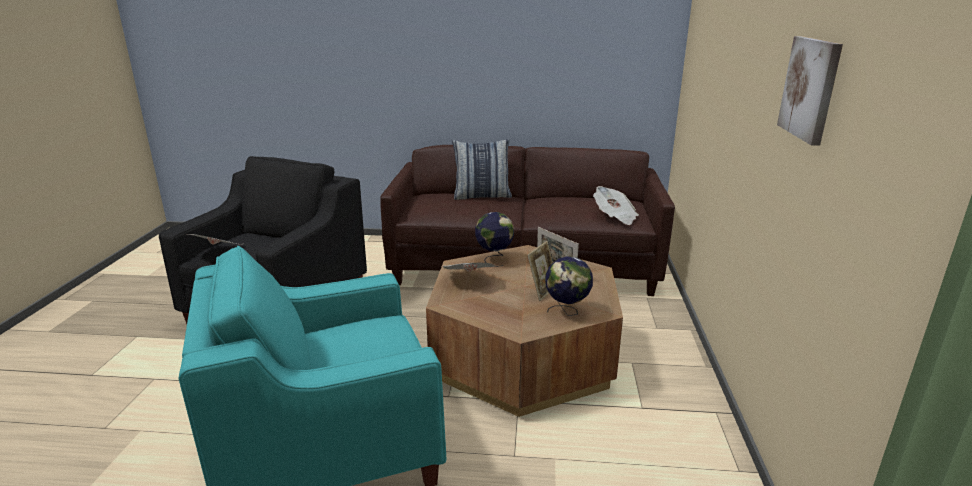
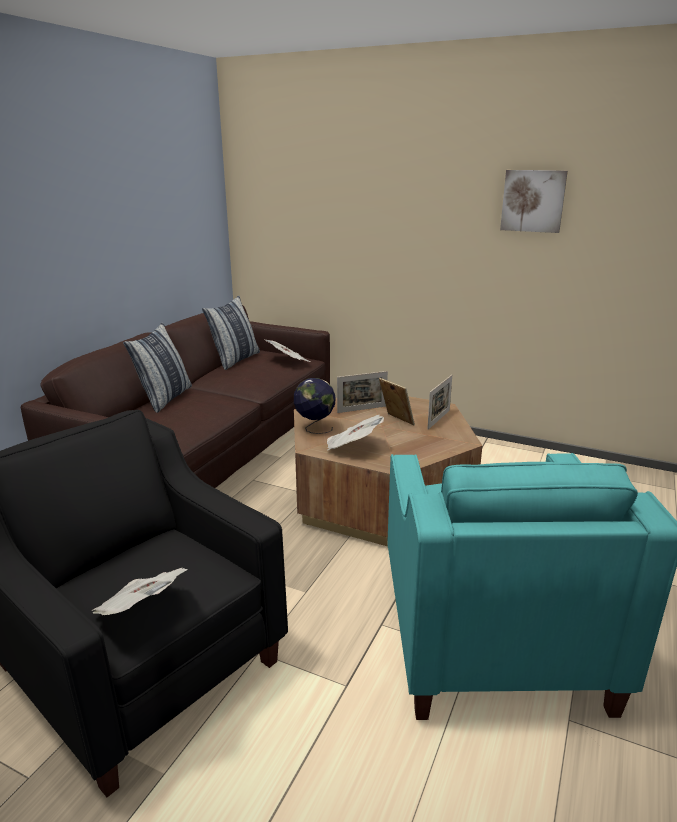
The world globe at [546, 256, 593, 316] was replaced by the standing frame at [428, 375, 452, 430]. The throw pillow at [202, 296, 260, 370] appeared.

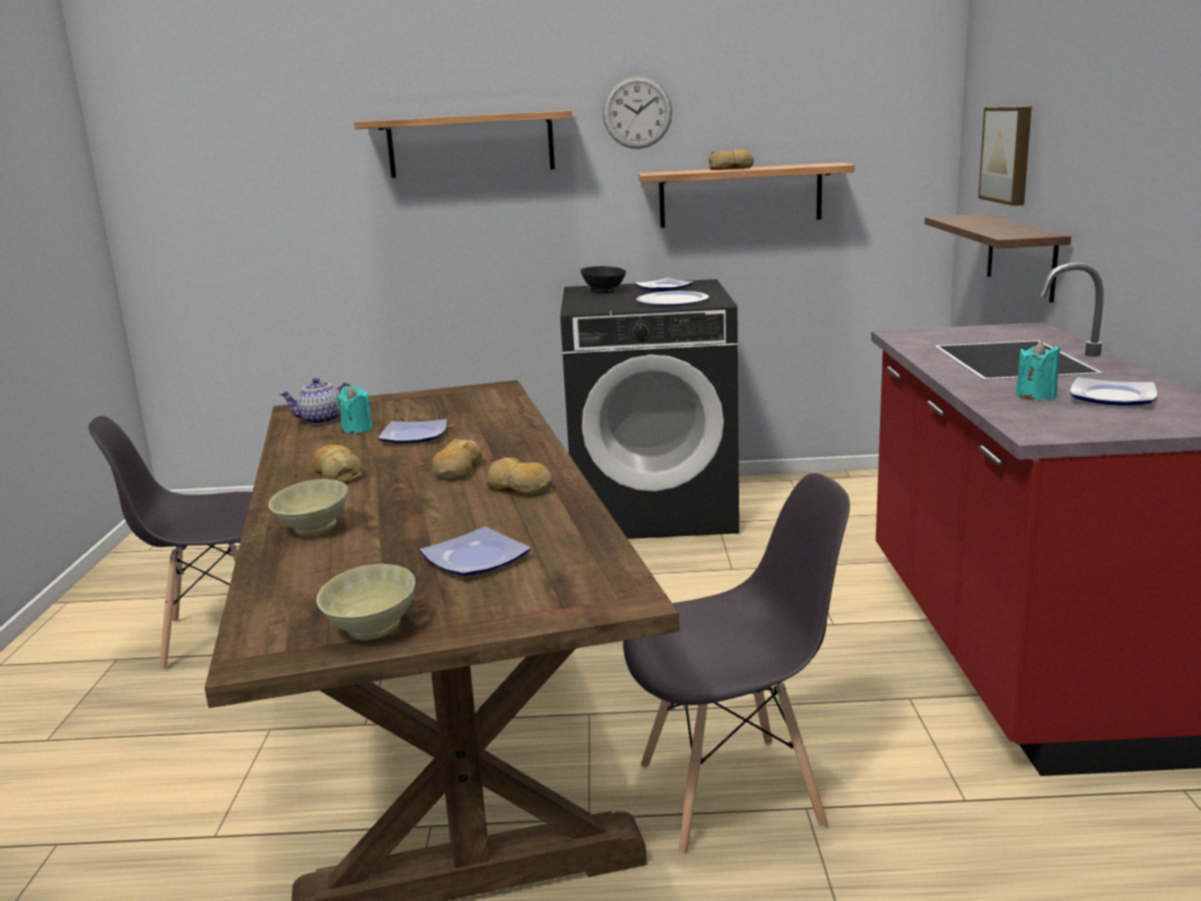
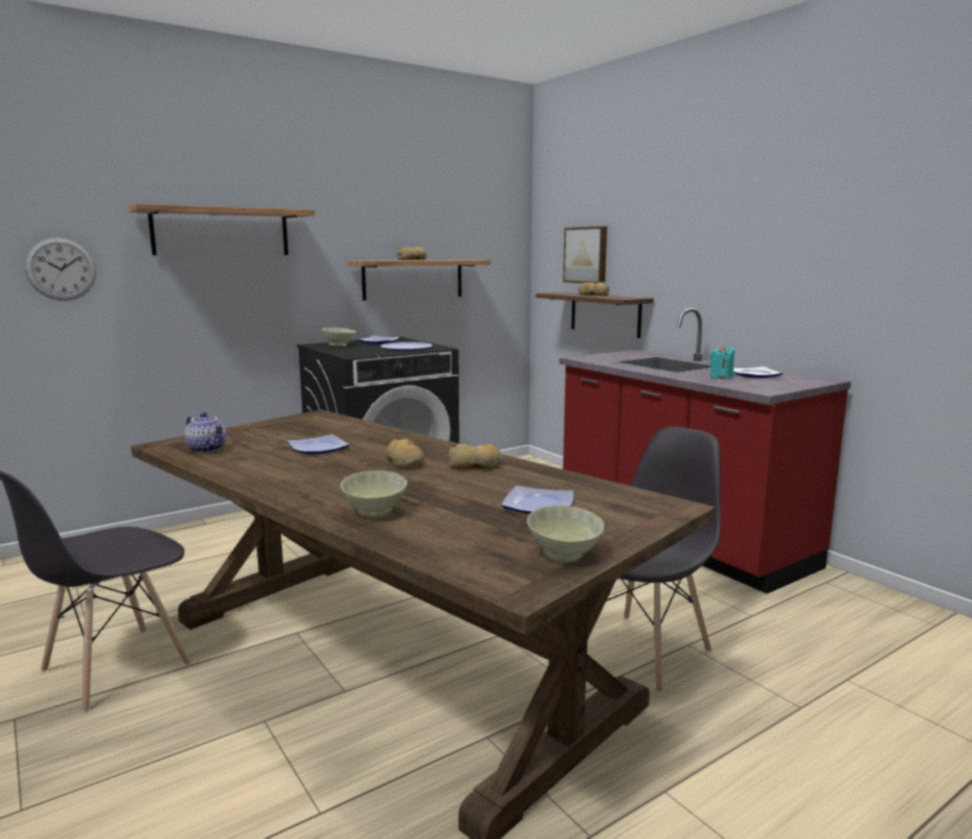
The wall clock moved from [603, 76, 672, 149] to [25, 237, 96, 301]. The blackish serving bowl at [580, 266, 626, 293] became the sand-coloured serving bowl at [321, 327, 356, 346]. The teapot at [279, 378, 352, 425] turned 90 degrees counterclockwise. The turquoise candle at [336, 386, 373, 434] disappeared. The bakery bread moved from [312, 445, 362, 484] to [578, 282, 610, 296].

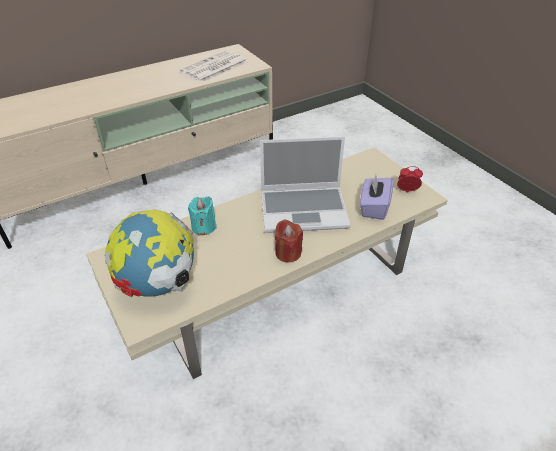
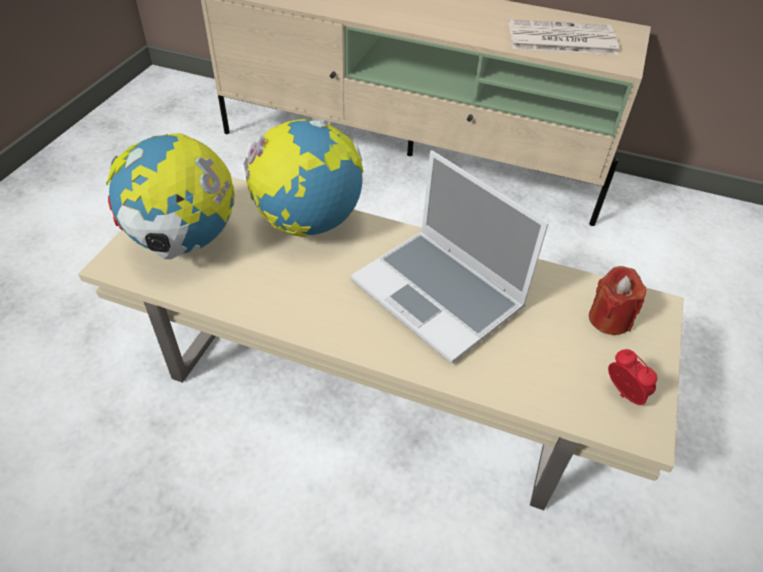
The purple-coloured tissue box at [360, 174, 393, 220] disappeared. The turquoise candle at [188, 196, 217, 236] was replaced by the world globe at [244, 119, 363, 237]. The reddish candle moved from [275, 220, 303, 262] to [589, 266, 647, 335].

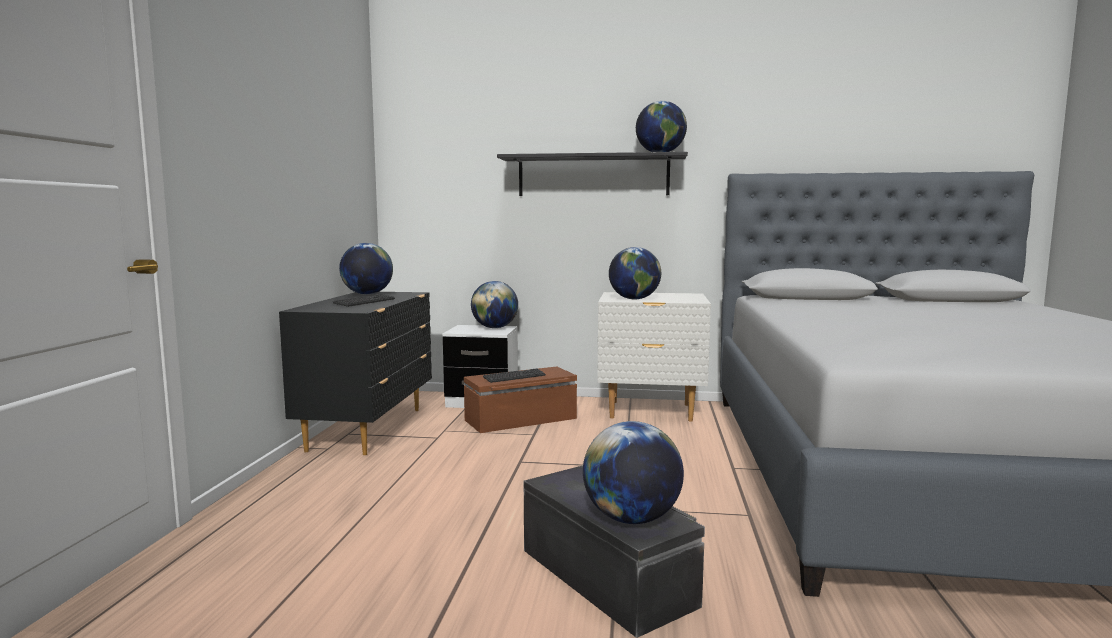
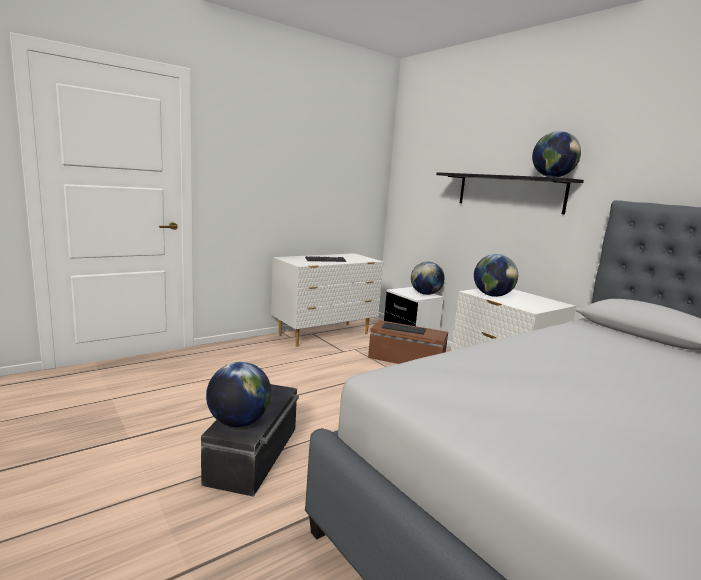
The world globe at [339, 243, 393, 295] disappeared. The blackish dresser at [279, 292, 432, 455] became the whitish dresser at [271, 253, 383, 347].

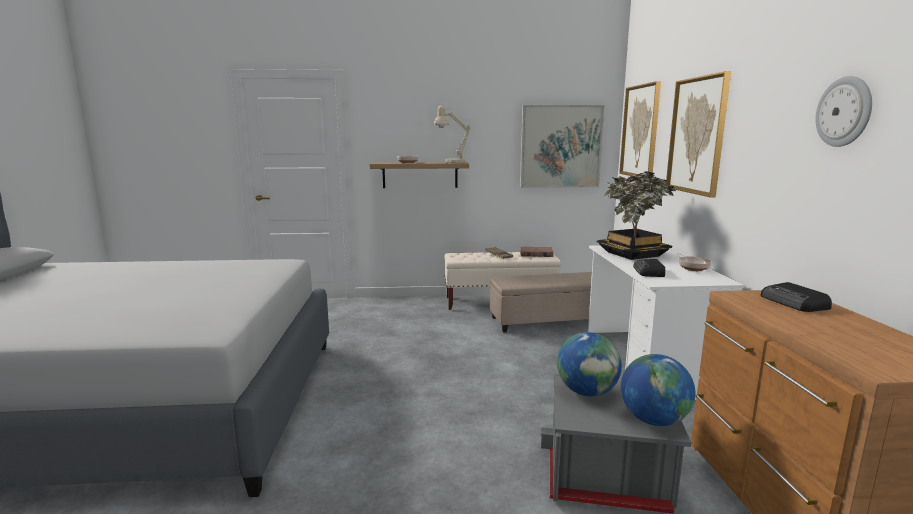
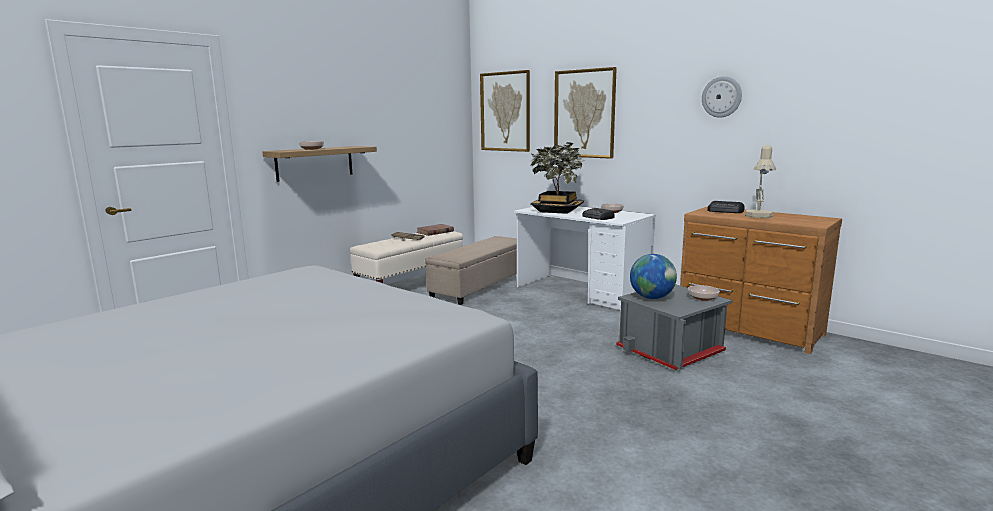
The sand-coloured table lamp moved from [433, 105, 471, 163] to [745, 145, 776, 218]. The wall picture at [520, 105, 604, 188] disappeared. The world globe at [621, 354, 695, 426] was replaced by the serving bowl at [688, 285, 720, 301].

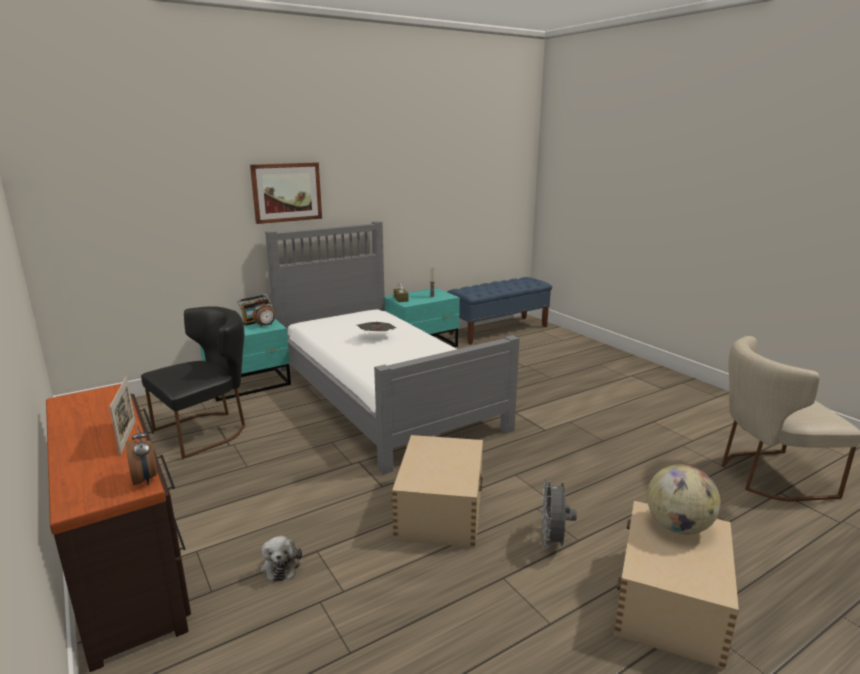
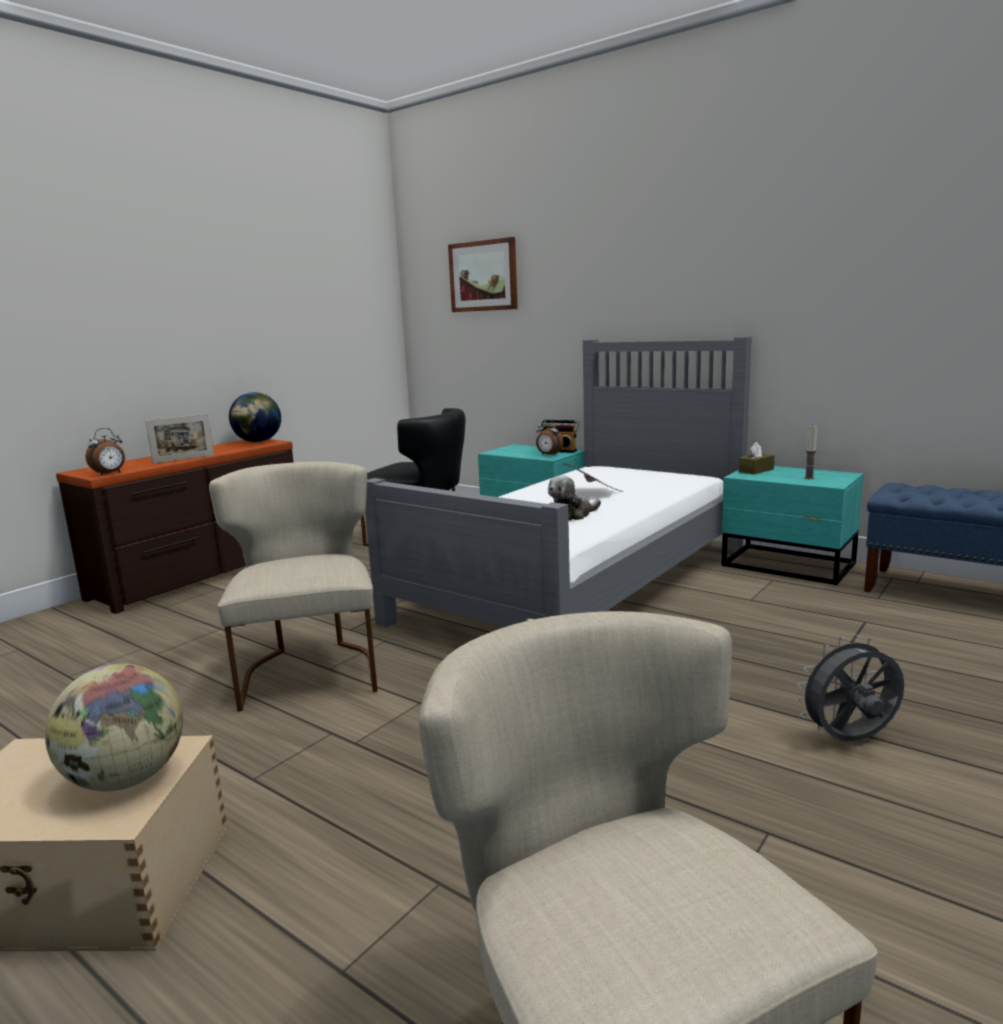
The wall picture moved from [250, 162, 322, 224] to [448, 237, 518, 312]. The sand-coloured storage box at [391, 435, 483, 548] was replaced by the sand-coloured plain chair at [209, 462, 378, 712]. The greyish fan moved from [541, 477, 577, 549] to [796, 635, 904, 741]. The soft toy moved from [261, 535, 302, 582] to [548, 475, 601, 521]. The world globe at [229, 392, 281, 442] appeared.

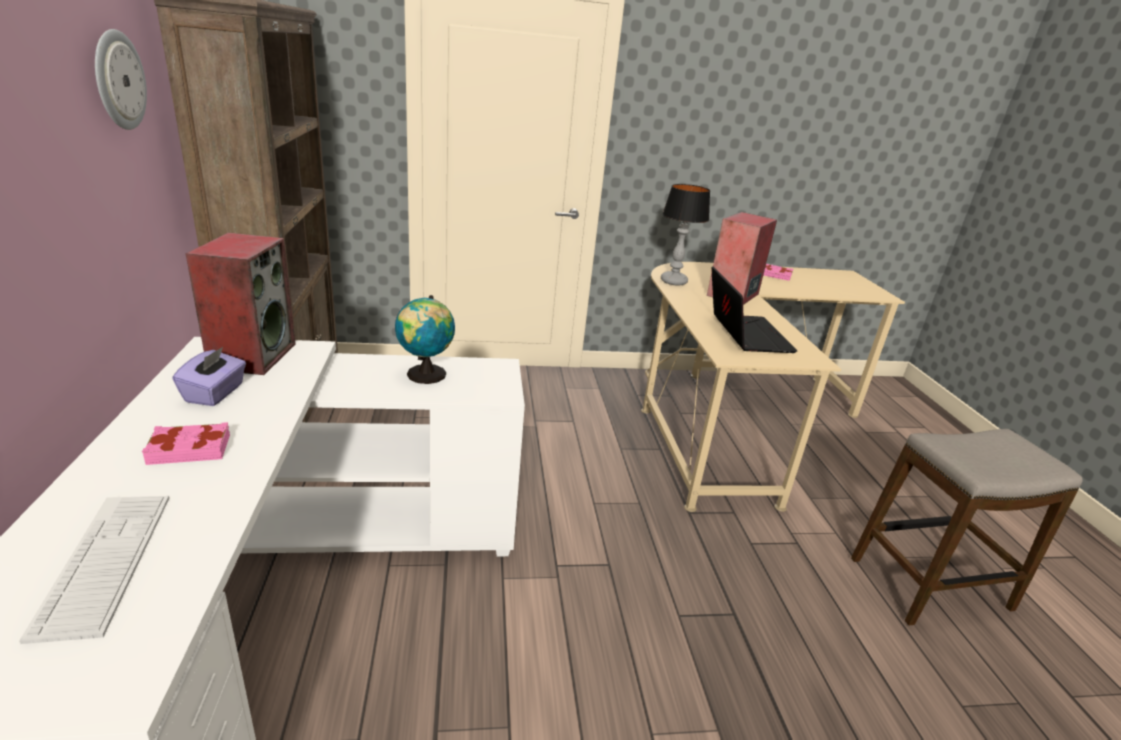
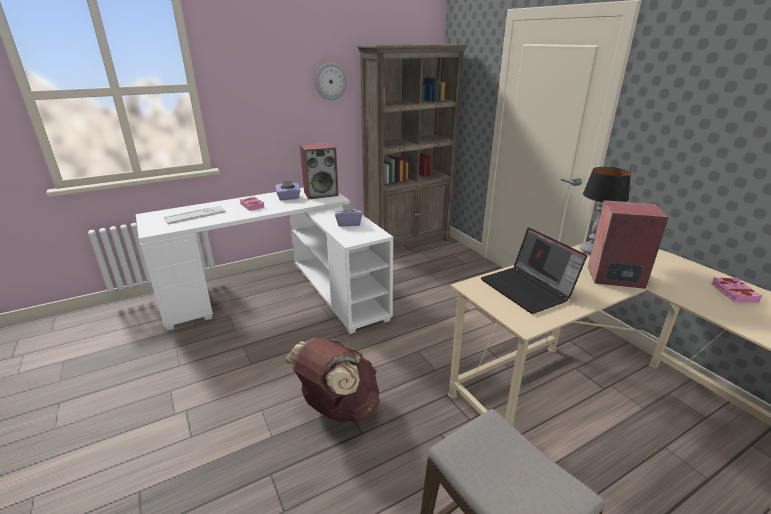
The laptop at [711, 267, 797, 353] turned 90 degrees clockwise. The world globe at [395, 295, 455, 384] was replaced by the purple-coloured tissue box at [335, 204, 362, 226]. The brown knapsack at [283, 338, 380, 422] appeared.

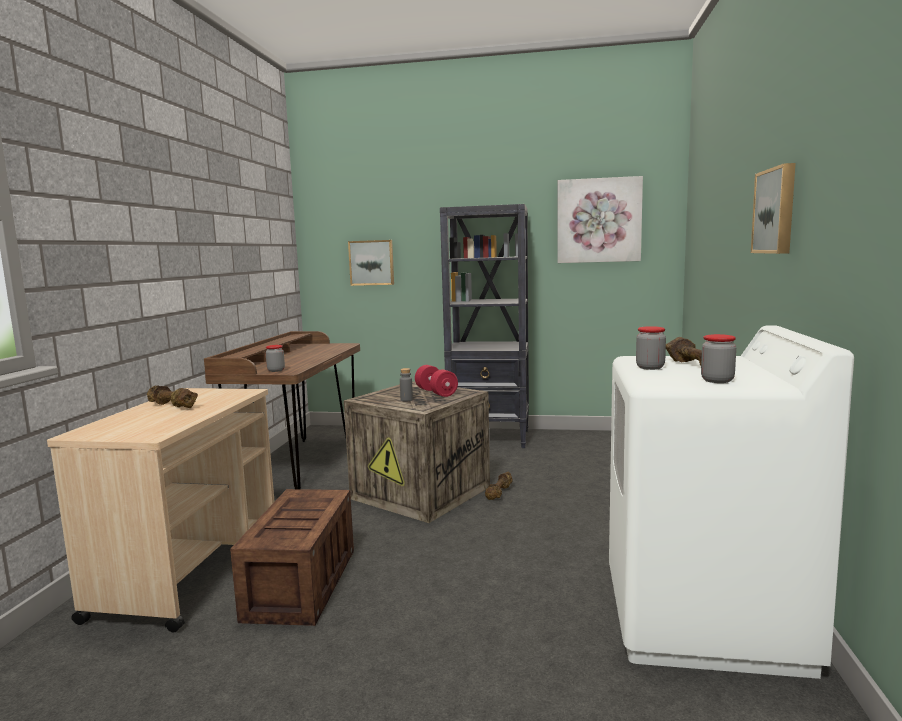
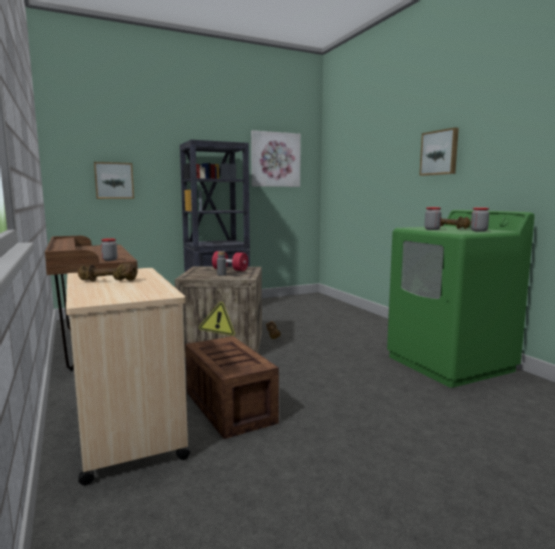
The whitish laundry appliance at [609, 325, 854, 679] became the green-coloured laundry appliance at [387, 210, 535, 388].

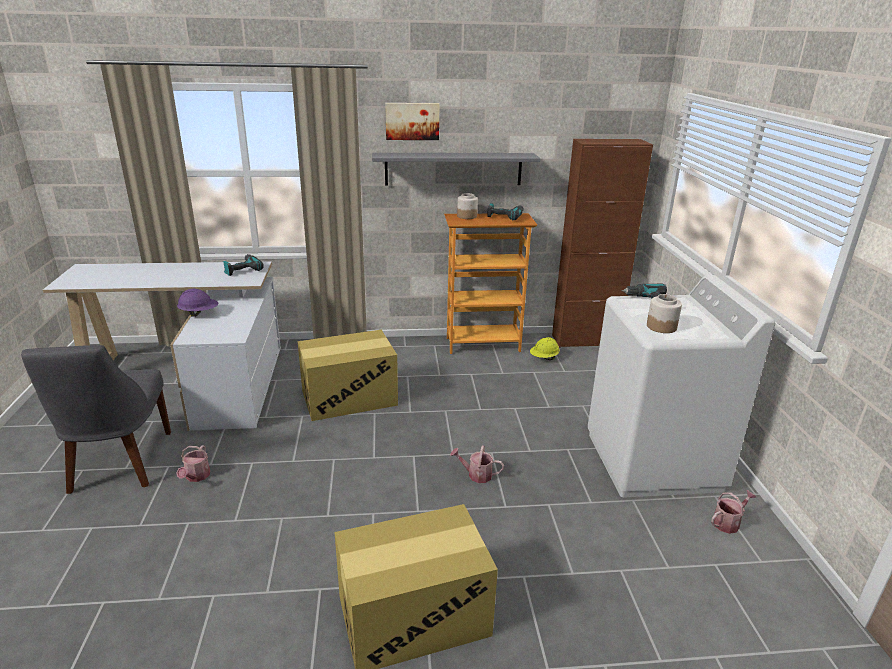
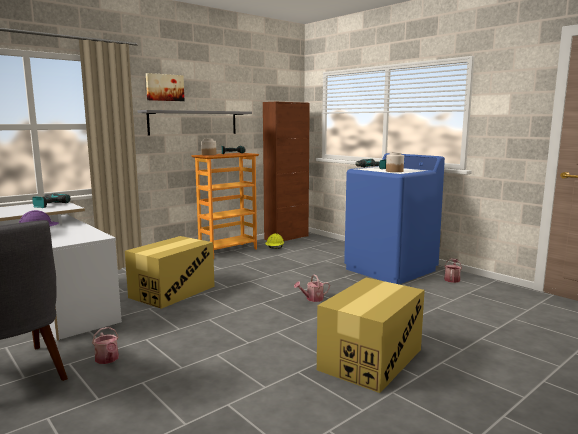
The whitish laundry appliance at [588, 275, 775, 498] became the bluish laundry appliance at [344, 153, 445, 284].

